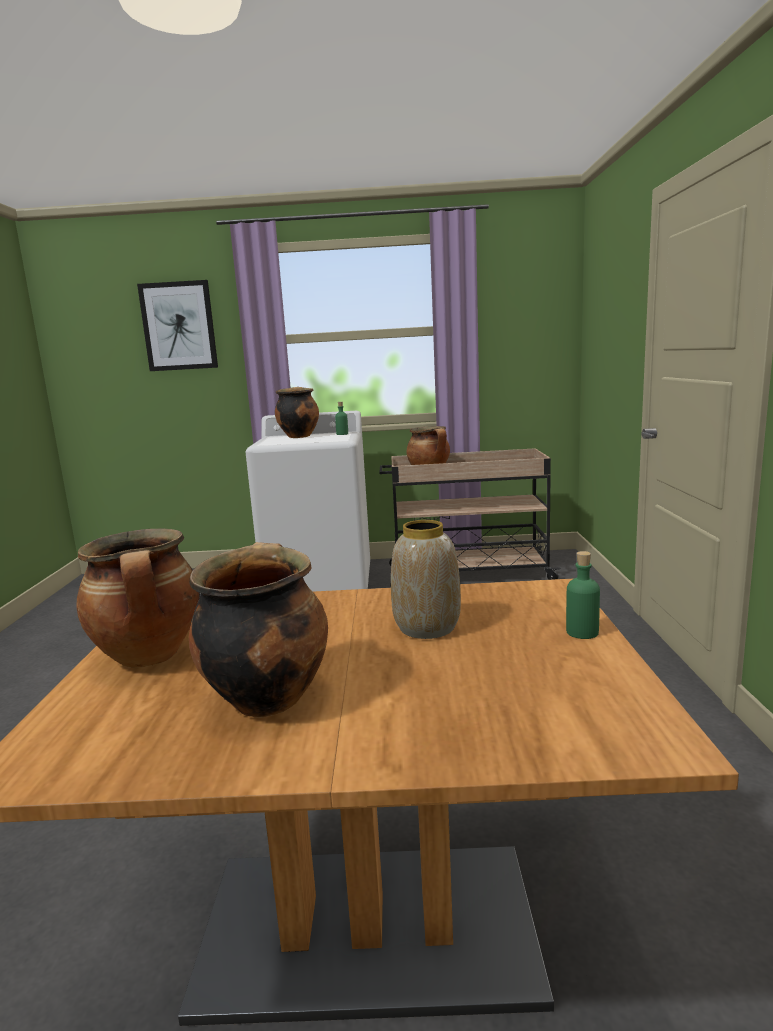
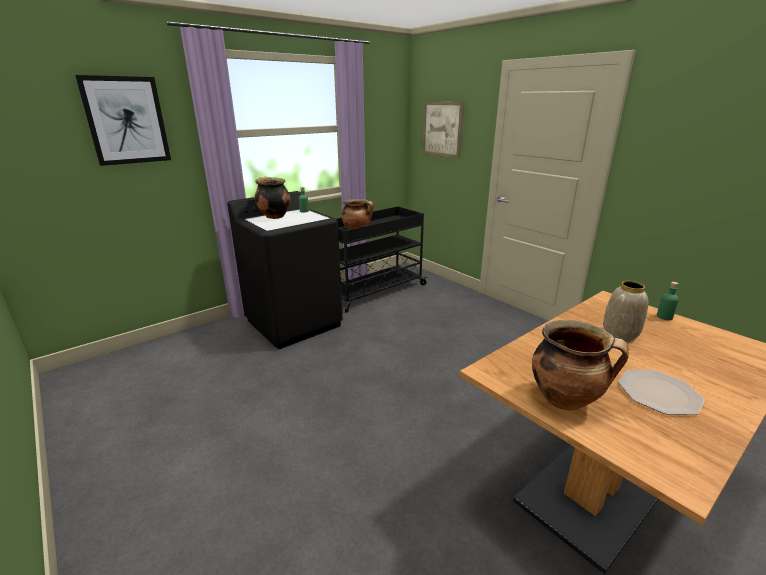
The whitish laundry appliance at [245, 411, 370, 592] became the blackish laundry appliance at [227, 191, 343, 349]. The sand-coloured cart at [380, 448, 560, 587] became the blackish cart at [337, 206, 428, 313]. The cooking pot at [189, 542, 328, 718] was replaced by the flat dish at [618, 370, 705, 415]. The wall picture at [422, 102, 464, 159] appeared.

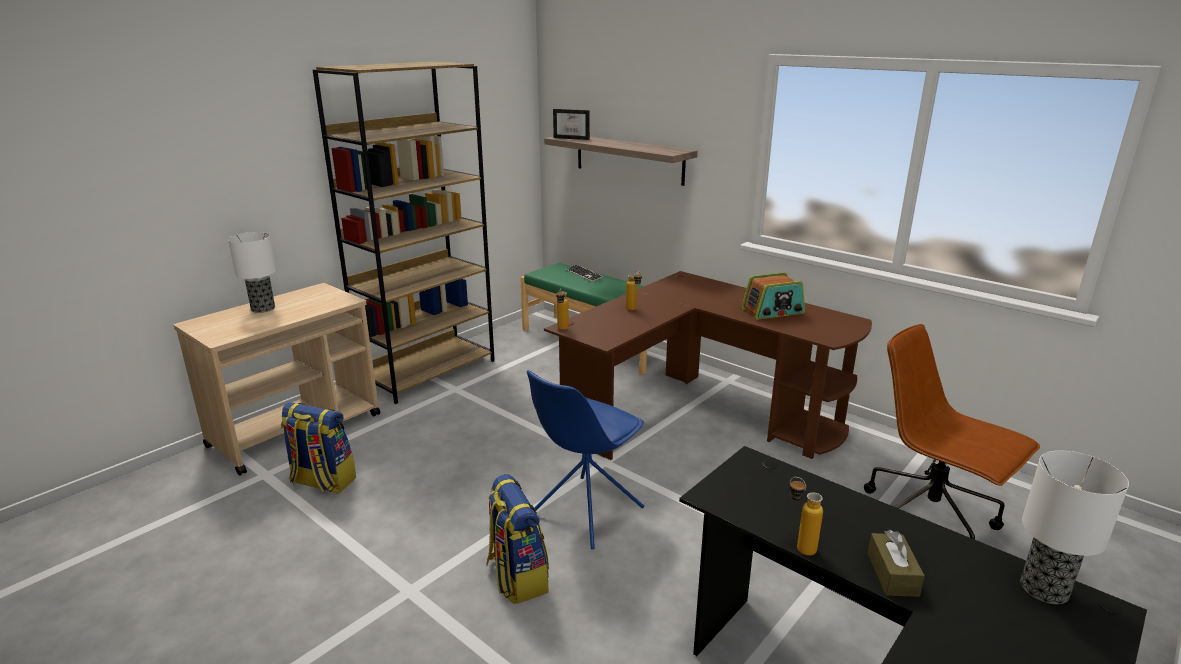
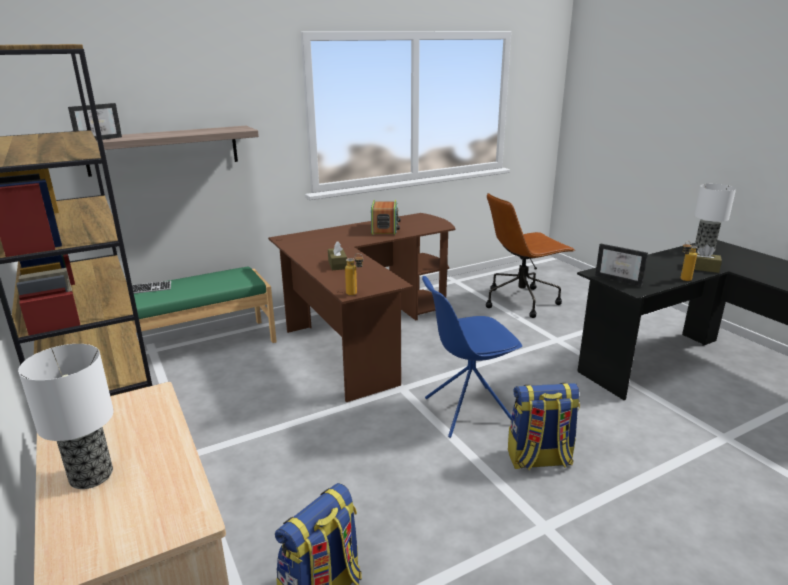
The beverage bottle at [626, 271, 642, 310] was replaced by the brown tissue box at [328, 241, 347, 270]. The bluish plain chair at [527, 370, 644, 549] turned 105 degrees clockwise. The standing frame at [595, 243, 648, 286] appeared.

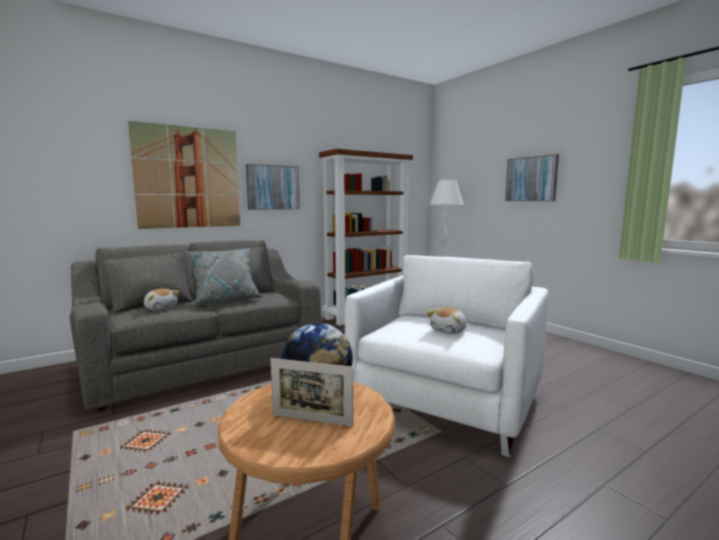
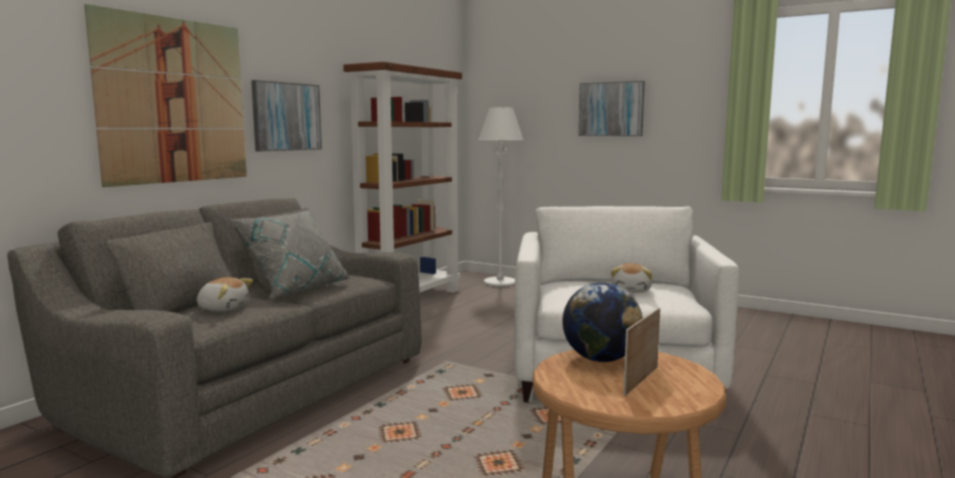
The standing frame at [271, 358, 353, 427] turned 135 degrees clockwise.

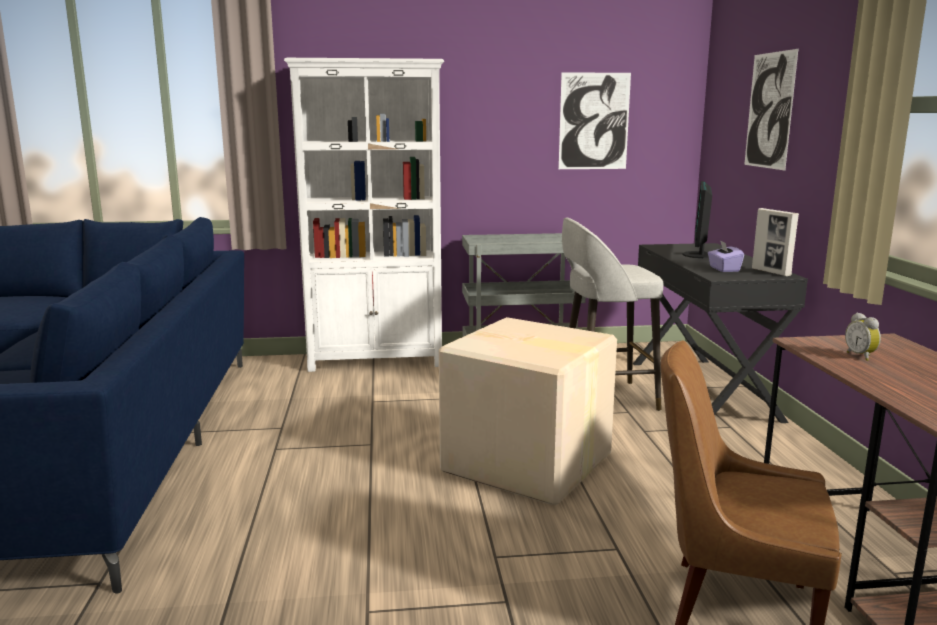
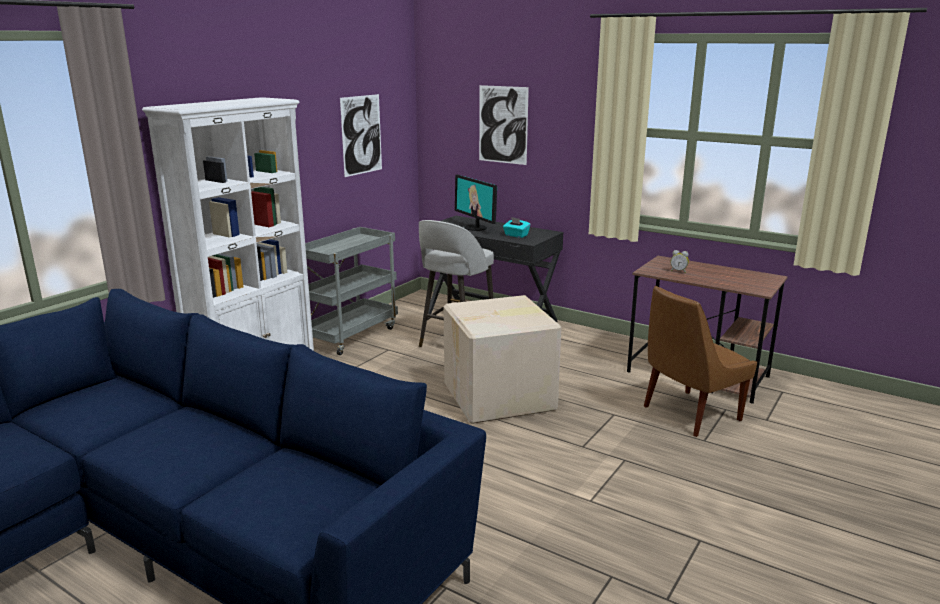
The standing frame at [752, 208, 799, 276] disappeared. The purple-coloured tissue box at [708, 240, 744, 272] became the turquoise tissue box at [503, 217, 530, 238].

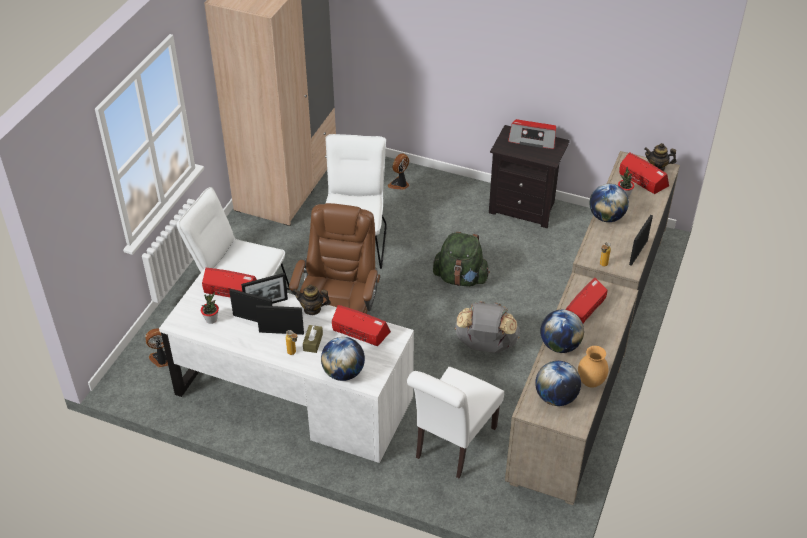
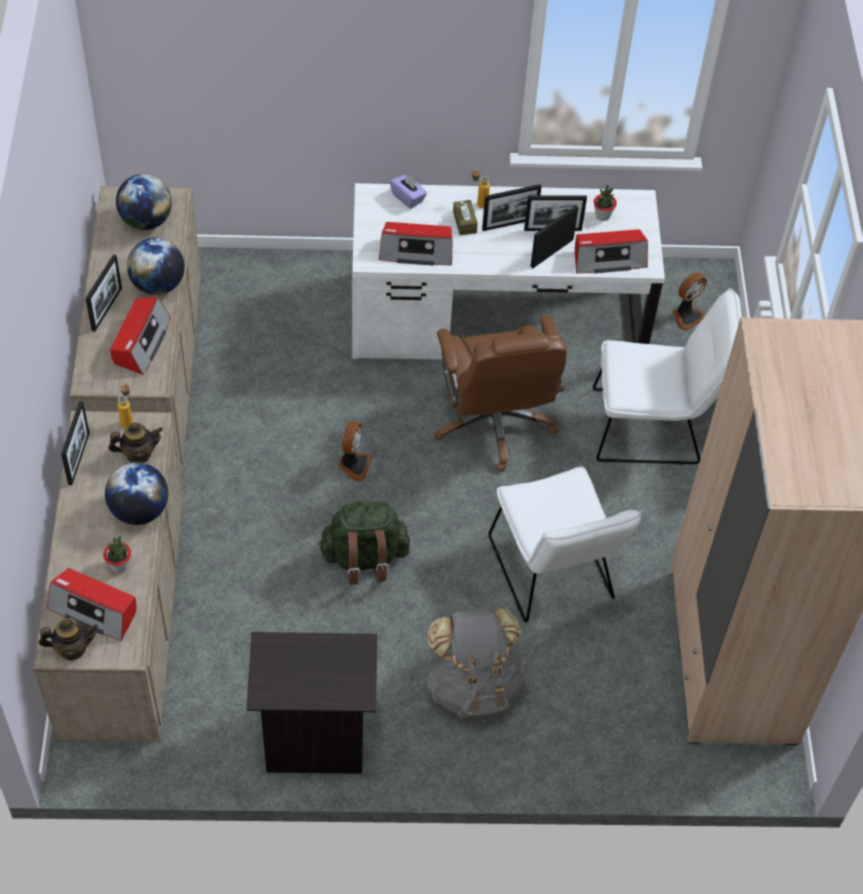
The radio at [508, 119, 556, 149] disappeared. The fan moved from [388, 153, 409, 190] to [338, 421, 372, 482]. The teapot moved from [293, 285, 331, 315] to [108, 423, 163, 463]. The greyish knapsack moved from [455, 301, 520, 353] to [426, 607, 528, 721]. The world globe at [321, 337, 365, 381] was replaced by the purple-coloured tissue box at [390, 174, 427, 209]. The brown vase at [578, 346, 609, 388] disappeared. The whitish plain chair at [407, 367, 504, 478] disappeared. The standing frame at [86, 254, 122, 332] appeared.

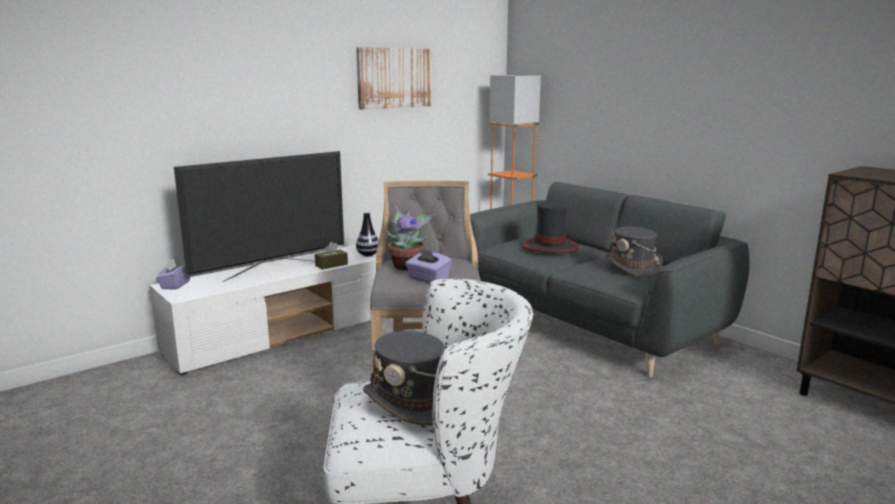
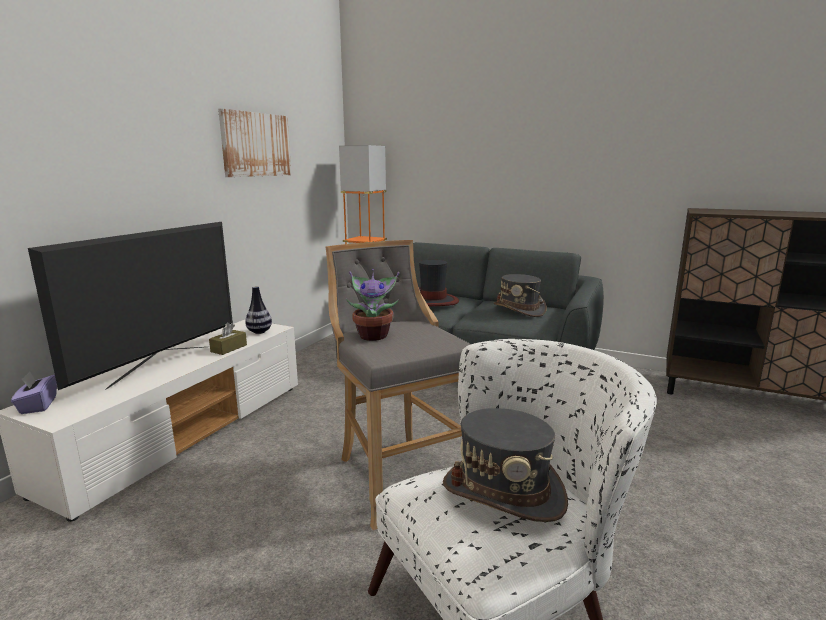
The purple-coloured tissue box at [405, 248, 452, 283] disappeared.

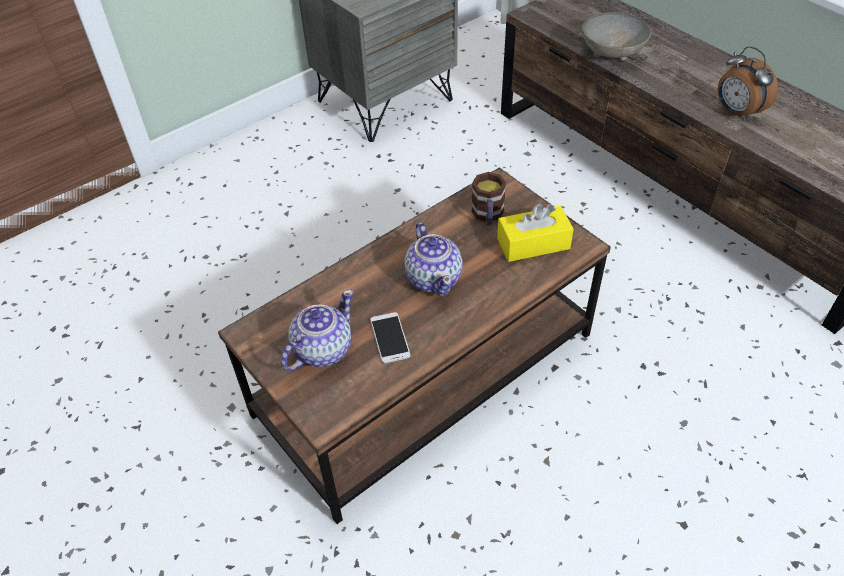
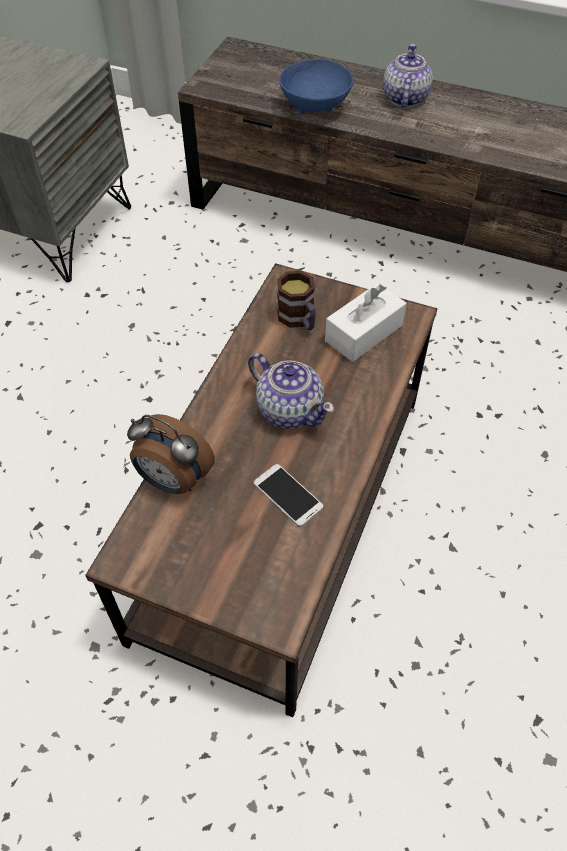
The greyish serving bowl at [582, 12, 651, 61] became the bluish serving bowl at [279, 59, 353, 115]. The table clock moved from [718, 46, 778, 121] to [127, 414, 215, 494]. The yellow-coloured tissue box at [497, 204, 574, 262] became the whitish tissue box at [325, 283, 407, 362]. The teapot moved from [281, 290, 353, 371] to [383, 44, 433, 107].

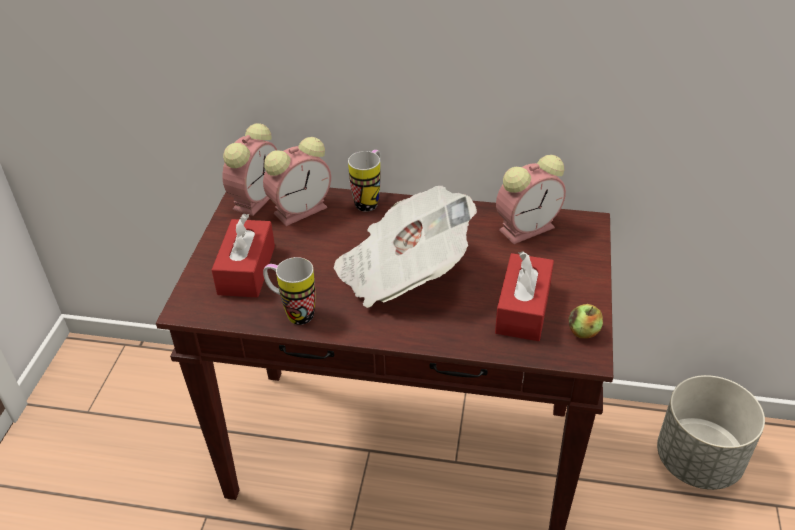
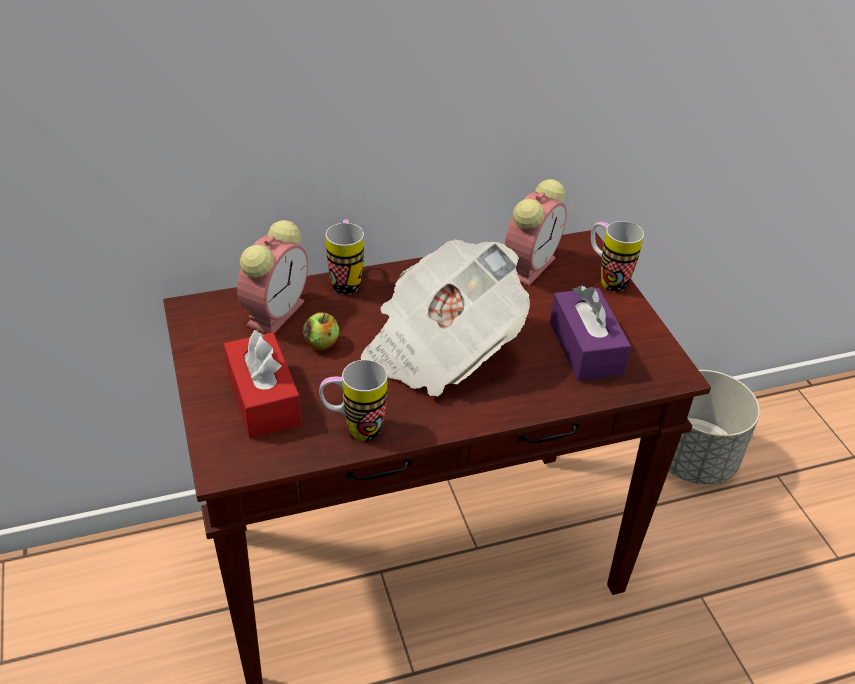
The table clock at [223, 123, 277, 216] disappeared. The reddish tissue box at [495, 251, 554, 341] became the purple-coloured tissue box at [550, 286, 631, 381]. The whole apple moved from [568, 304, 603, 339] to [303, 312, 339, 351]. The mug at [591, 221, 644, 292] appeared.

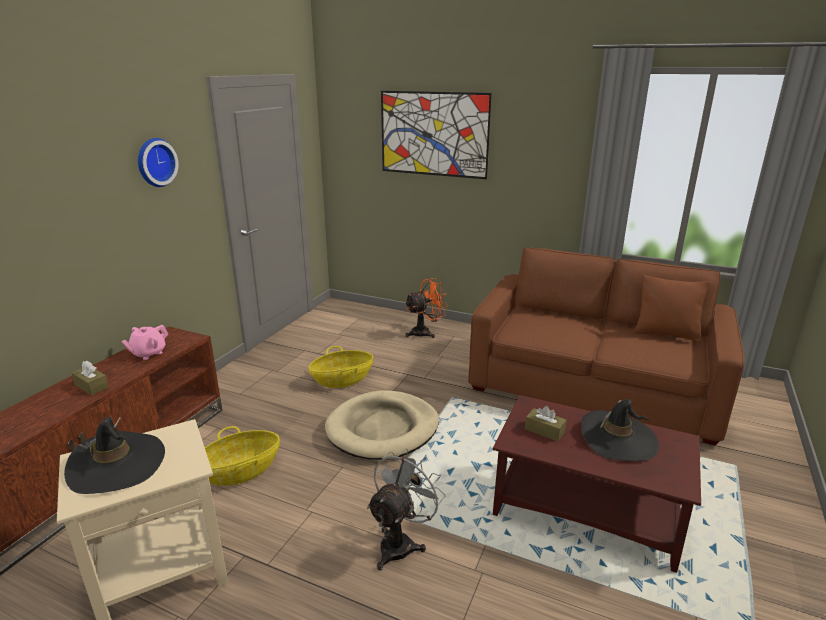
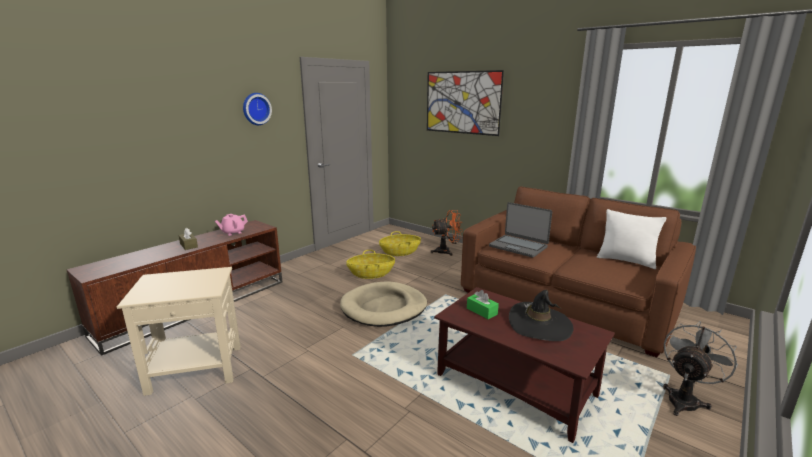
The brown throw pillow at [633, 275, 711, 342] became the whitish throw pillow at [597, 209, 666, 269]. The brown tissue box at [525, 406, 567, 442] became the green-coloured tissue box at [467, 290, 499, 319]. The blackish clothing hat at [64, 417, 165, 494] disappeared. The basket moved from [205, 426, 280, 486] to [379, 231, 421, 256]. The greyish fan moved from [367, 448, 446, 570] to [663, 321, 738, 416]. The laptop at [489, 202, 552, 258] appeared.

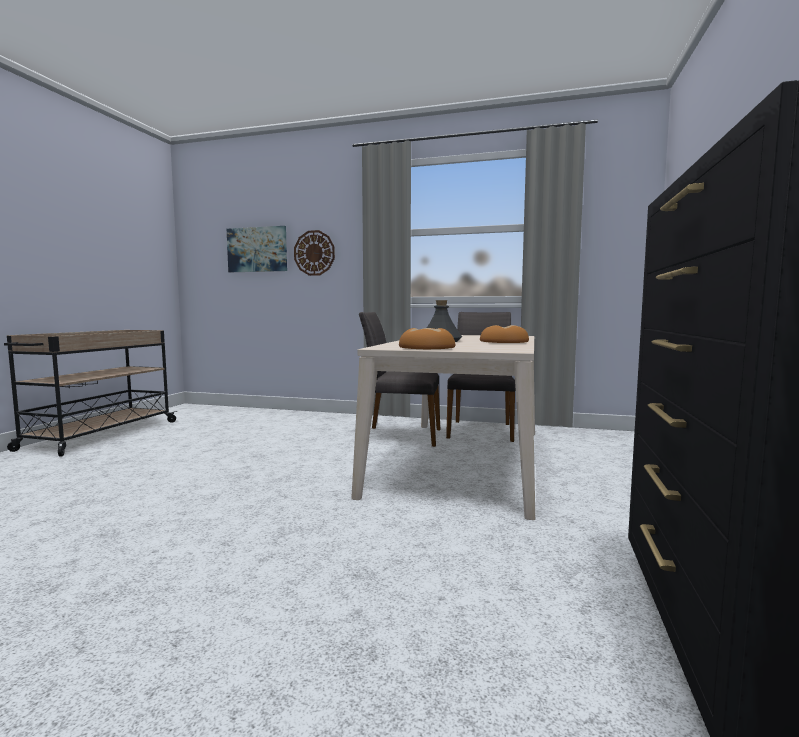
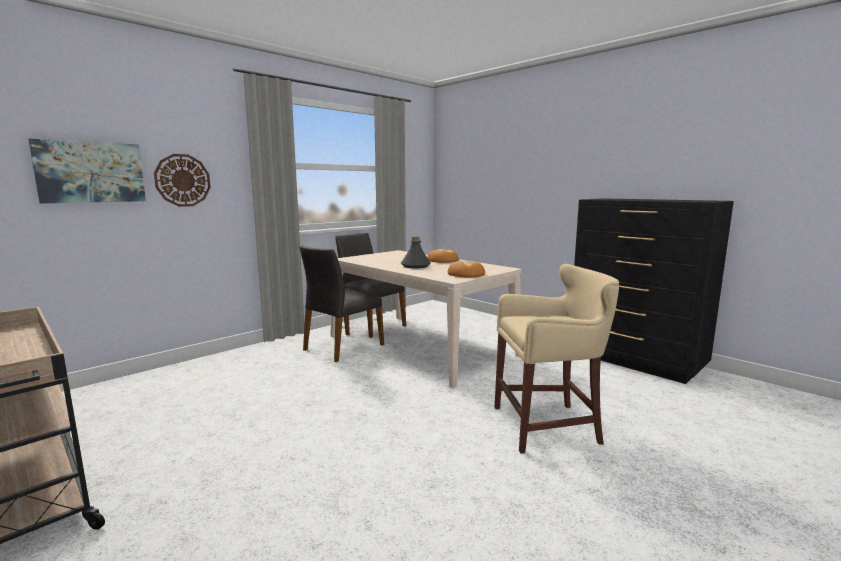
The sand-coloured sitting stool at [495, 264, 619, 453] appeared.

